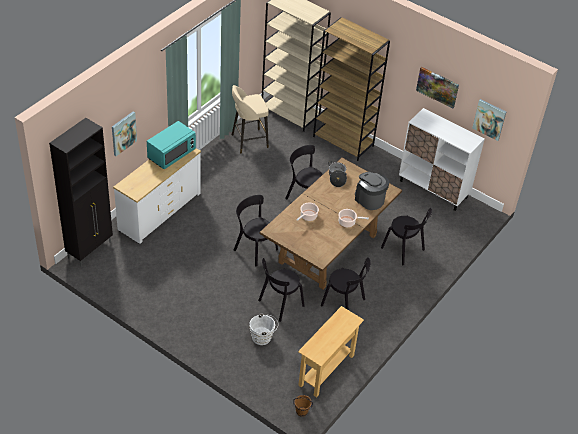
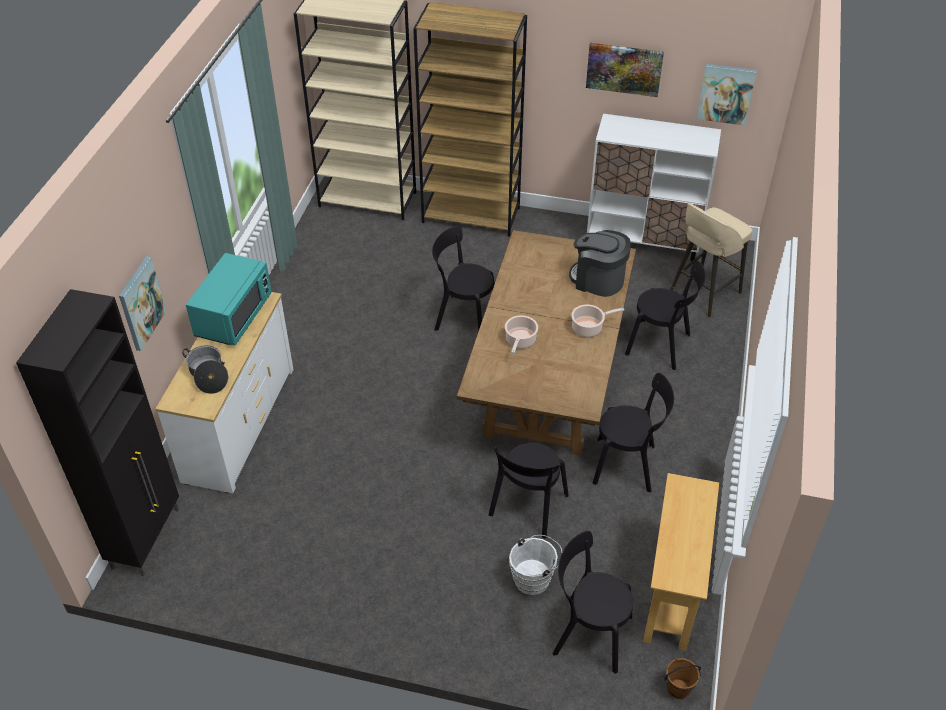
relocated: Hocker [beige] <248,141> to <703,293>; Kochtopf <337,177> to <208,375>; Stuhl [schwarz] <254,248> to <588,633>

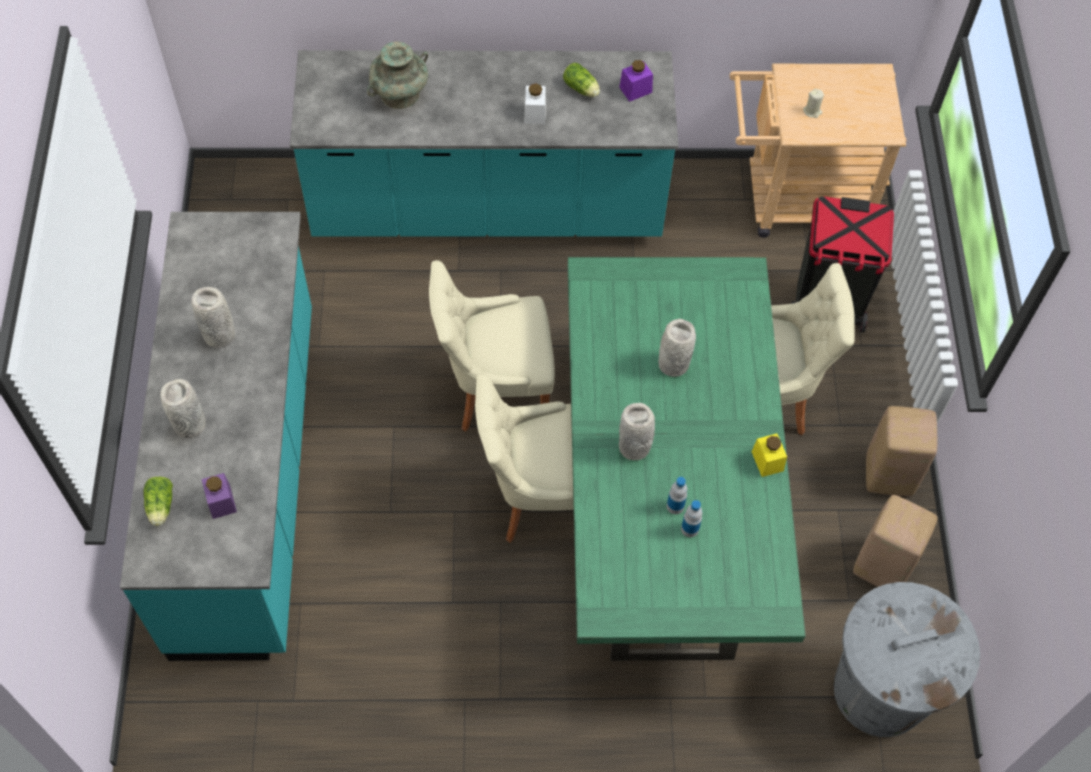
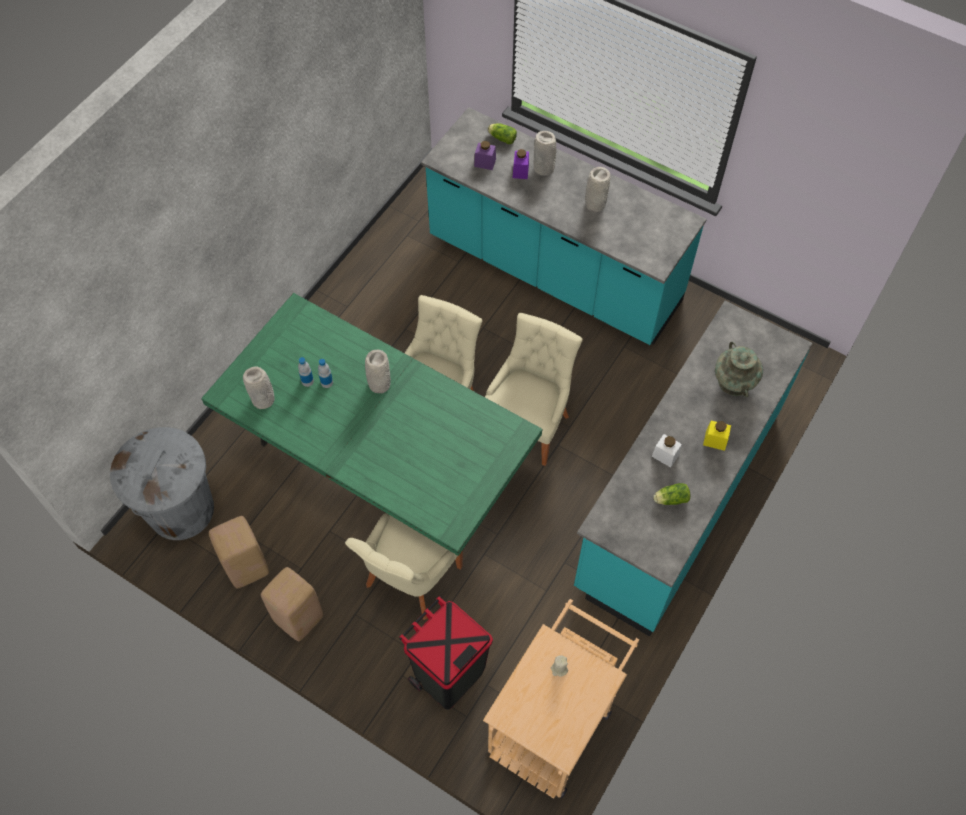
relocated: Vorratsglas [lila] <635,90> to <520,171>; Vase [grau] <672,364> to <264,400>; Vorratsglas [gelb] <767,461> to <715,440>

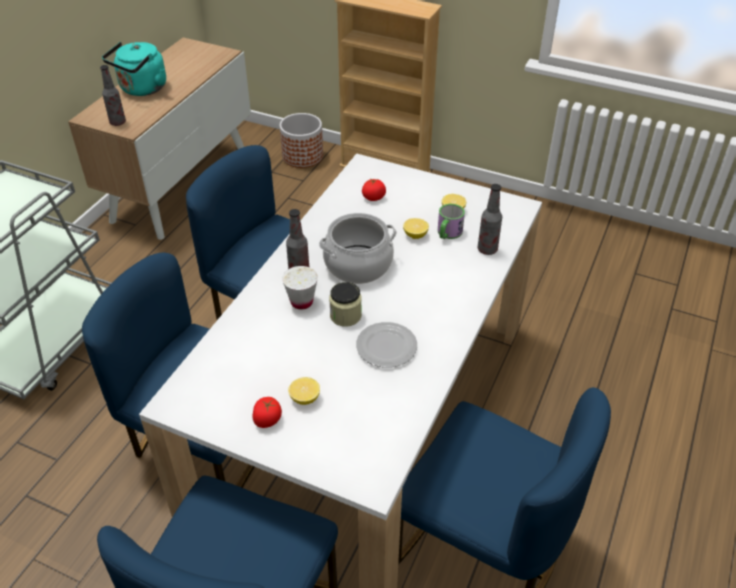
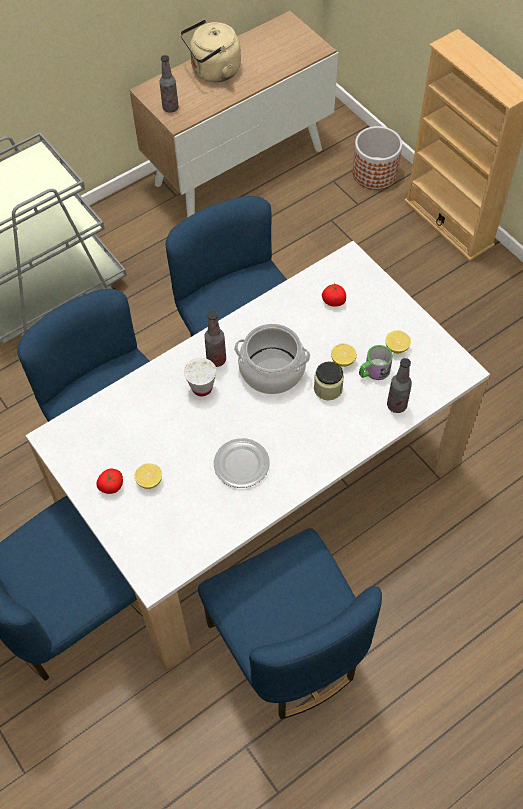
relocated: Vorratsglas <345,315> to <328,388>
colour: Wasserkessel [türkis] <142,89> to Wasserkessel [beige] <213,71>

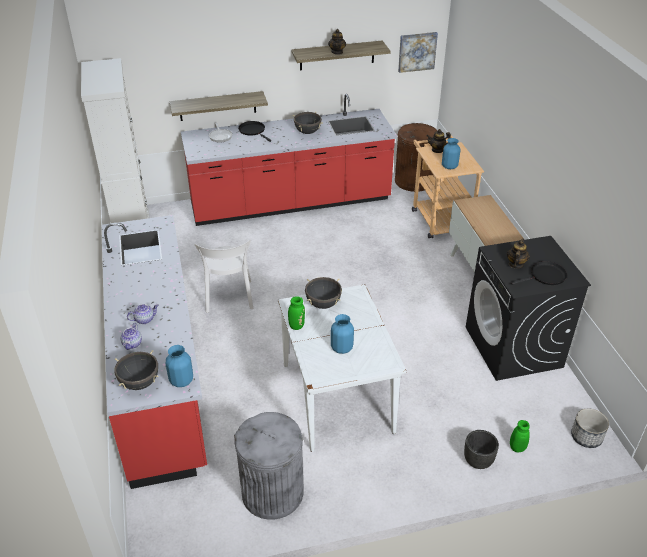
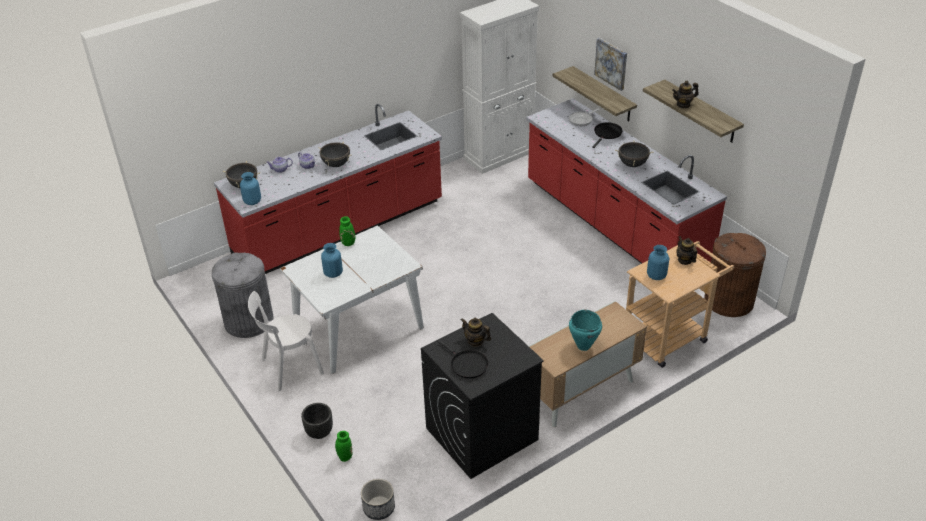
appeared: Kochtopf [türkis] <583,346>
relocated: Bild <417,51> to <611,63>; Stuhl [weiß] <229,298> to <289,367>; Kochtopf [schwarz] <323,304> to <336,164>
spun: Teekanne <516,264> = <475,341> 150 degrees counterclockwise

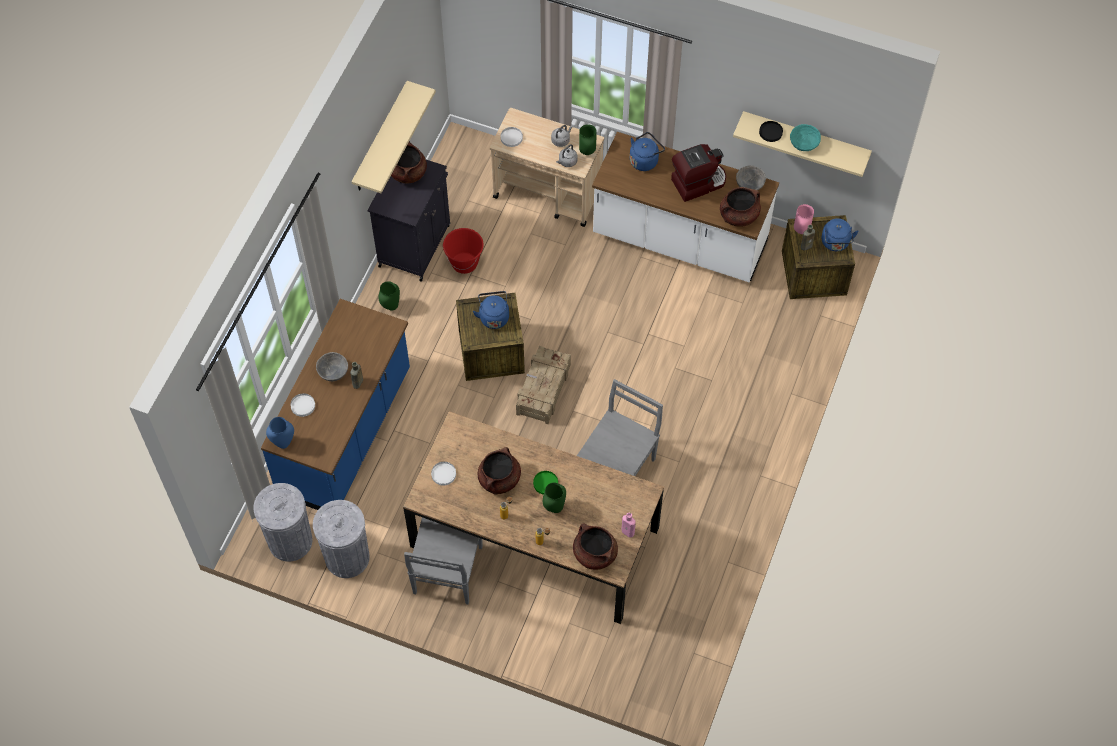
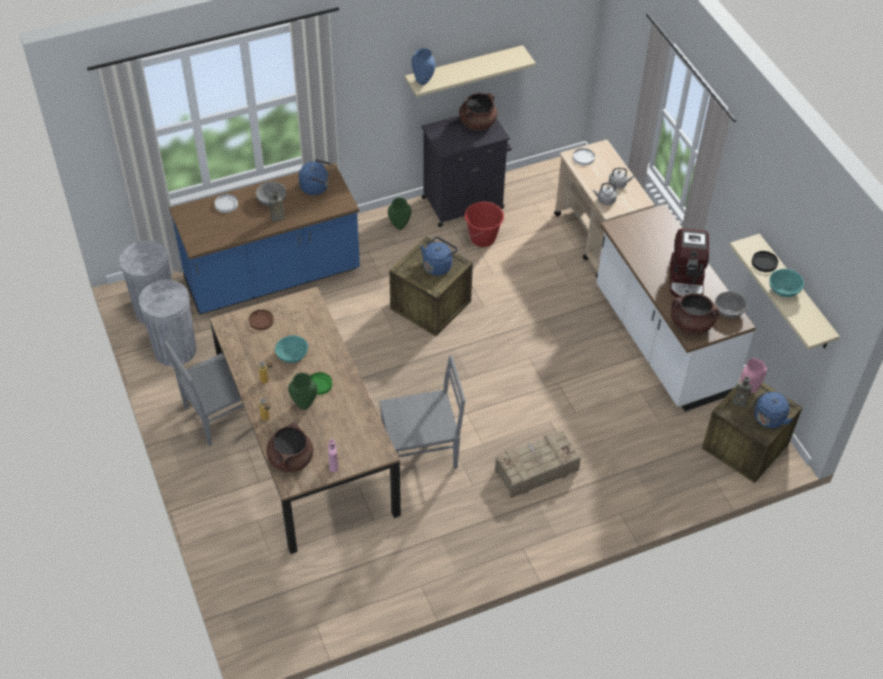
missing: Vase [grün] <586,152>
relocated: Wasserkessel [blau] <645,160> to <316,187>; Kiste <543,390> to <535,470>; Vase [blau] <283,442> to <423,81>
exchanged: Kochtopf [braun] <499,479> to Schüssel [türkis] <292,355>
colour: Teller [weiß] <443,474> to Teller [braun] <261,321>
spun: Kaffeemaschine <698,182> = <687,280> 75 degrees clockwise

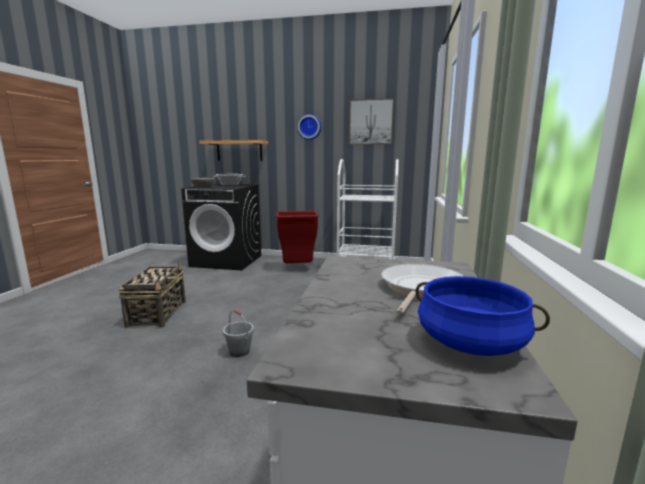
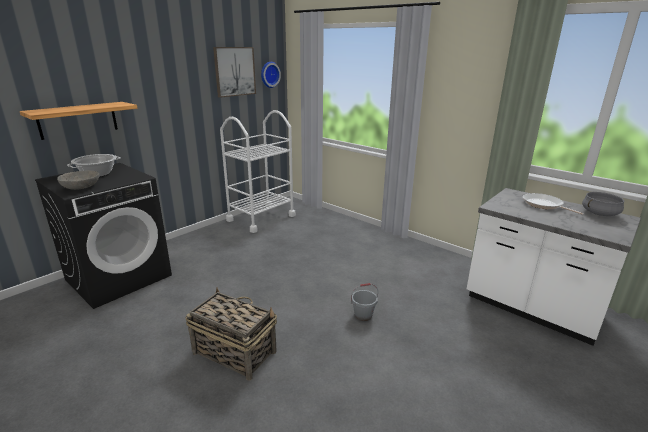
missing: Mülleimer [rot] <297,269>
relocated: Wanduhr <309,127> to <269,74>
colour: Kochtopf [blau] <471,342> to Kochtopf [grau] <599,213>

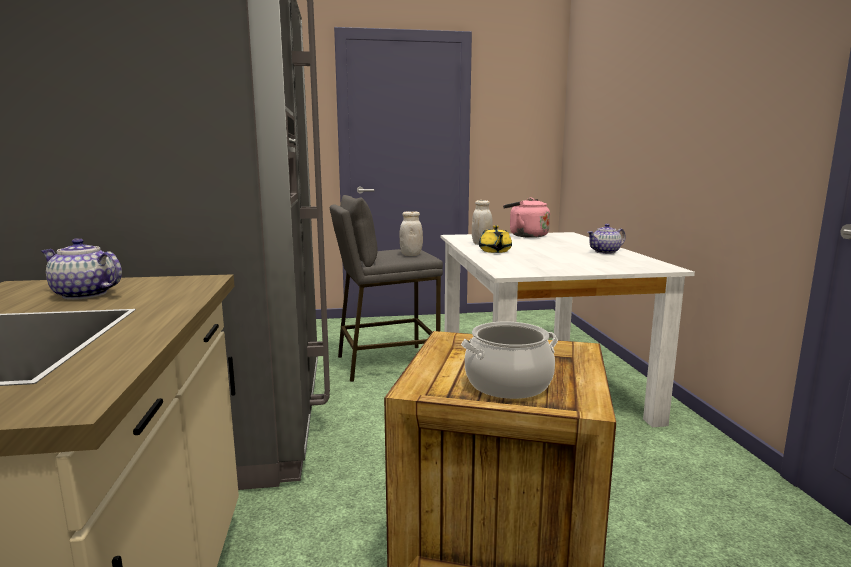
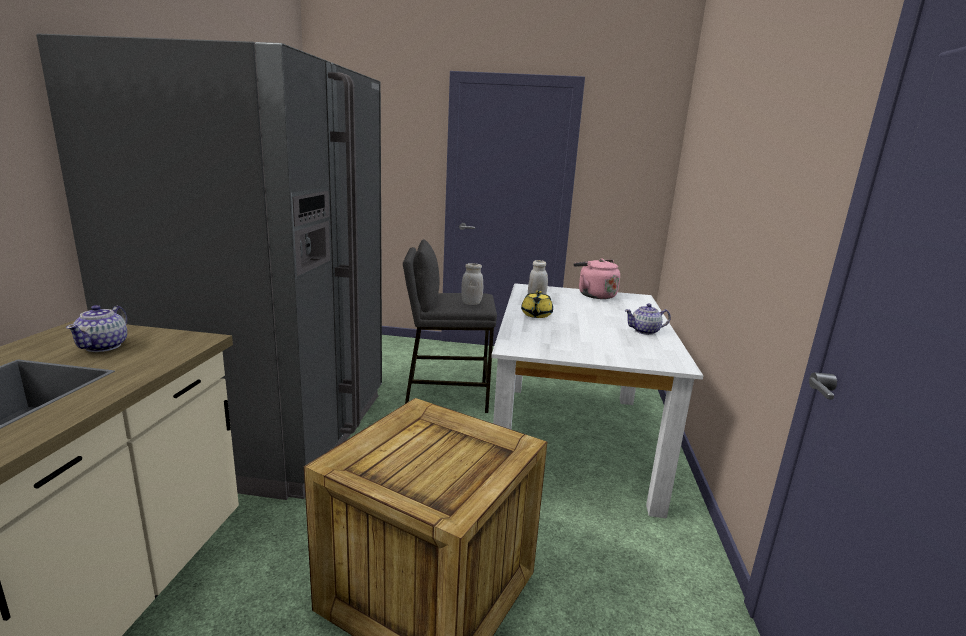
missing: Kochtopf <508,384>
spun: Teekanne <84,295> = <104,346> 120 degrees counterclockwise

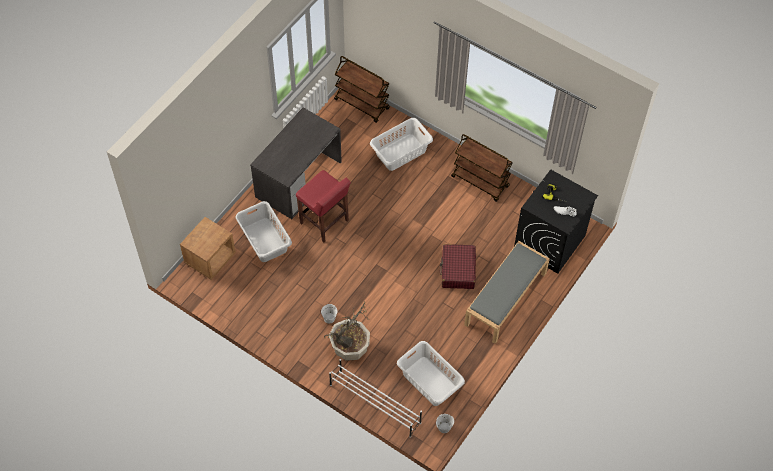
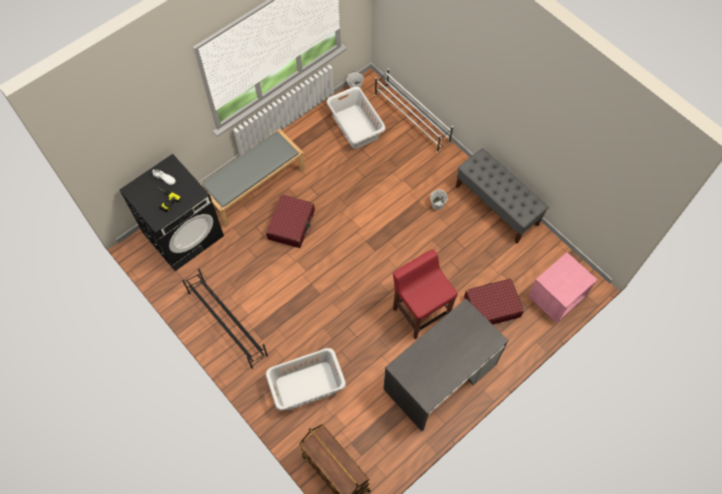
missing: Topfpflanze <350,348>
appeared: Bank [grau] <497,206>
exchanged: Rollwagen [braun] <480,181> to Schuhregal [schwarz] <227,323>; Wäschekorb [grau] <265,239> to Koffer [rot] <491,306>
colour: Nachttisch [braun] <210,258> to Nachttisch [rosa] <556,297>

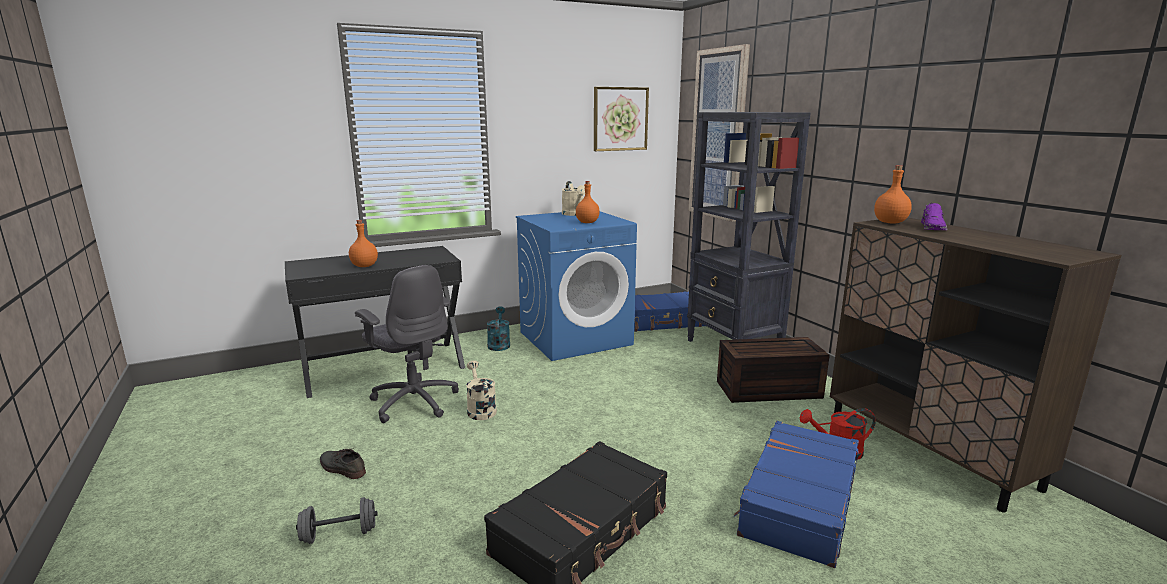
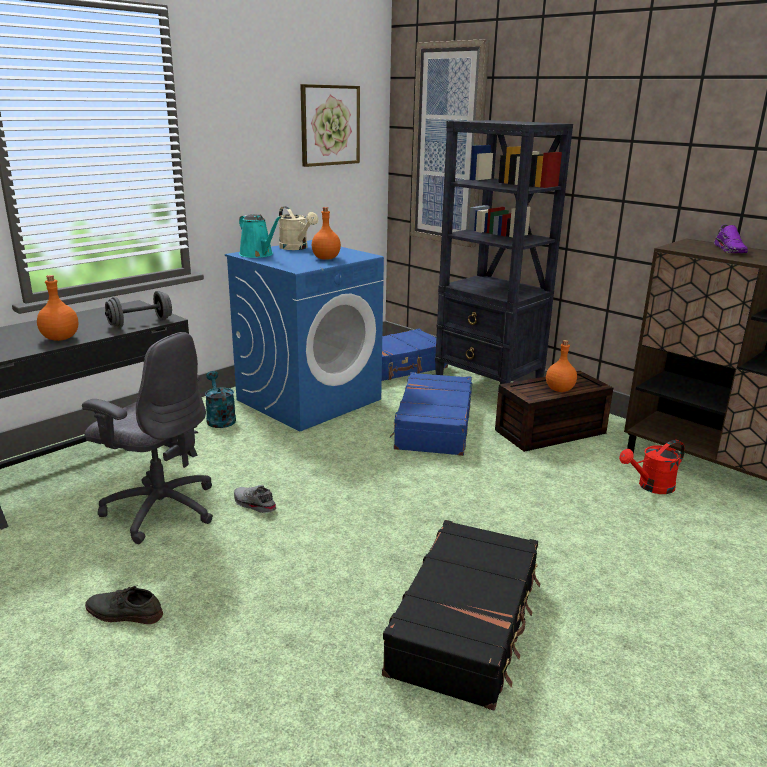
appeared: Gießkanne [türkis] <258,254>
relocated: Flasche [orange] <889,222> to <559,389>; Koffer [blau] <797,503> to <433,425>; Hantel [grau] <339,534> to <140,323>
exchanged: Gießkanne [beige] <480,409> to Schuh [grau] <253,505>

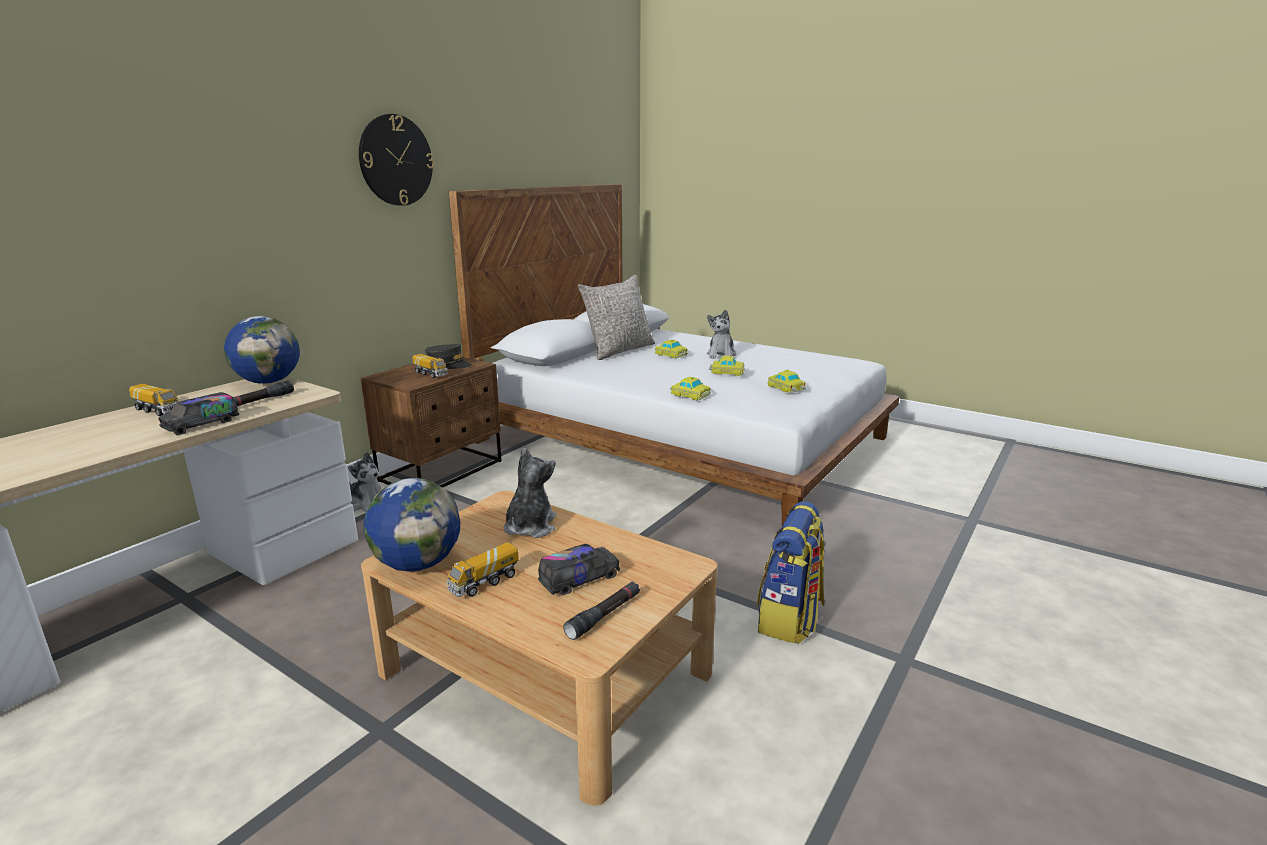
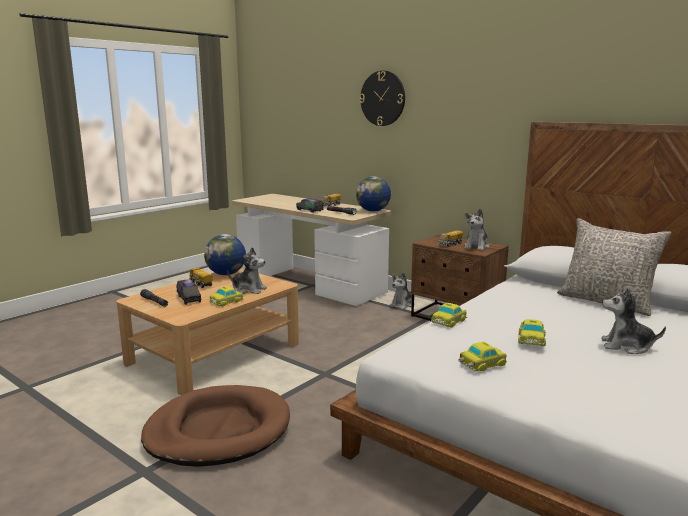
relocated: Wanduhr <396,160> to <382,98>; Spielzeugauto <670,354> to <227,301>
exchanged: Kappe [grau] <448,364> to Plüschtier <476,247>; Rucksack <790,619> to Hundebett [braun] <218,430>

